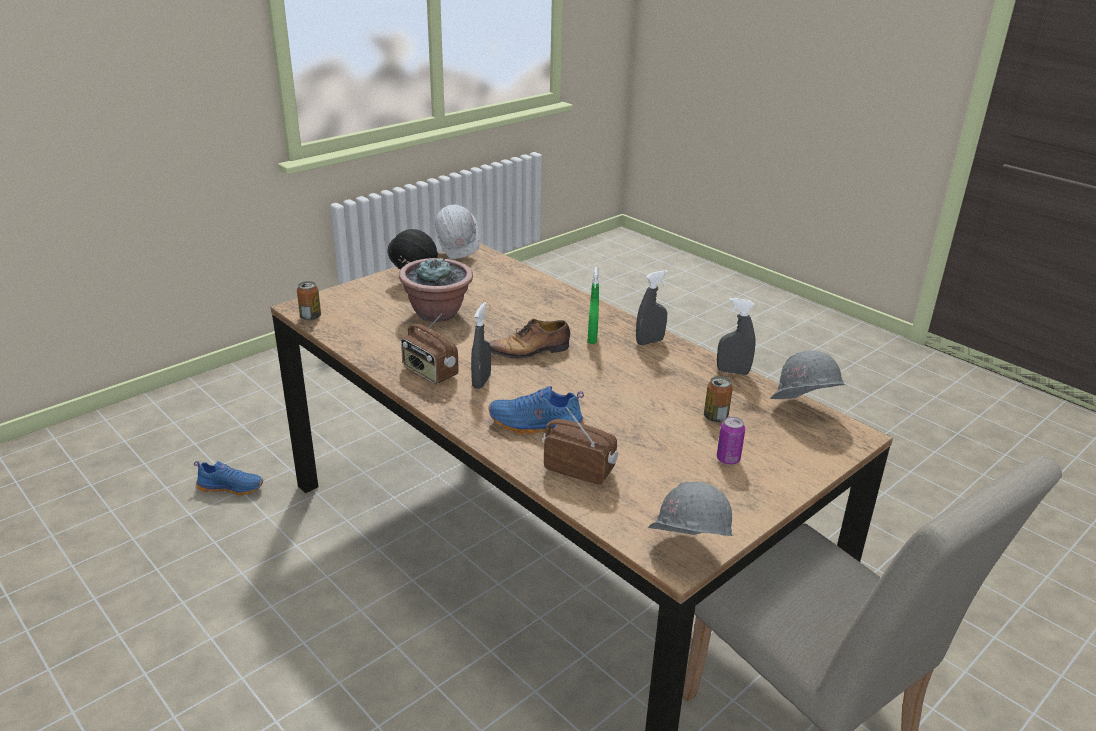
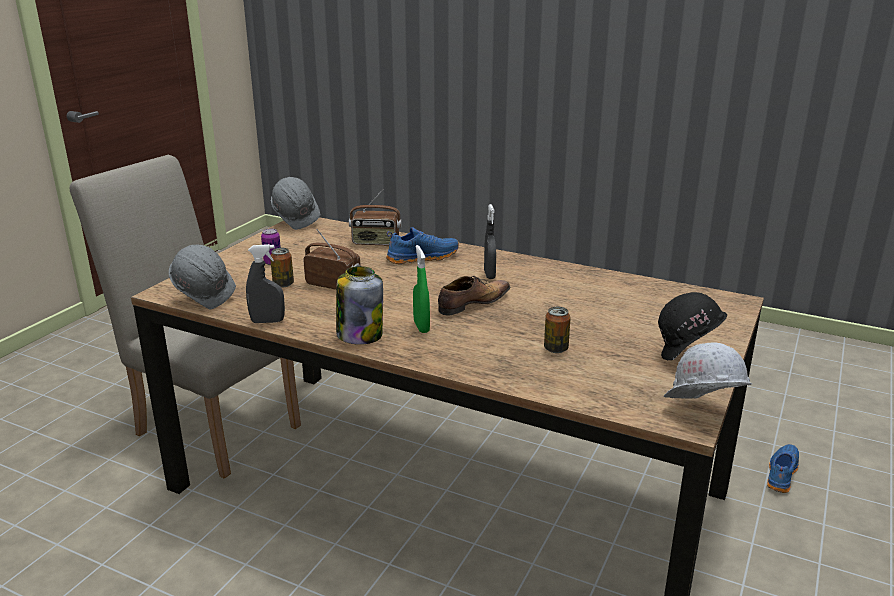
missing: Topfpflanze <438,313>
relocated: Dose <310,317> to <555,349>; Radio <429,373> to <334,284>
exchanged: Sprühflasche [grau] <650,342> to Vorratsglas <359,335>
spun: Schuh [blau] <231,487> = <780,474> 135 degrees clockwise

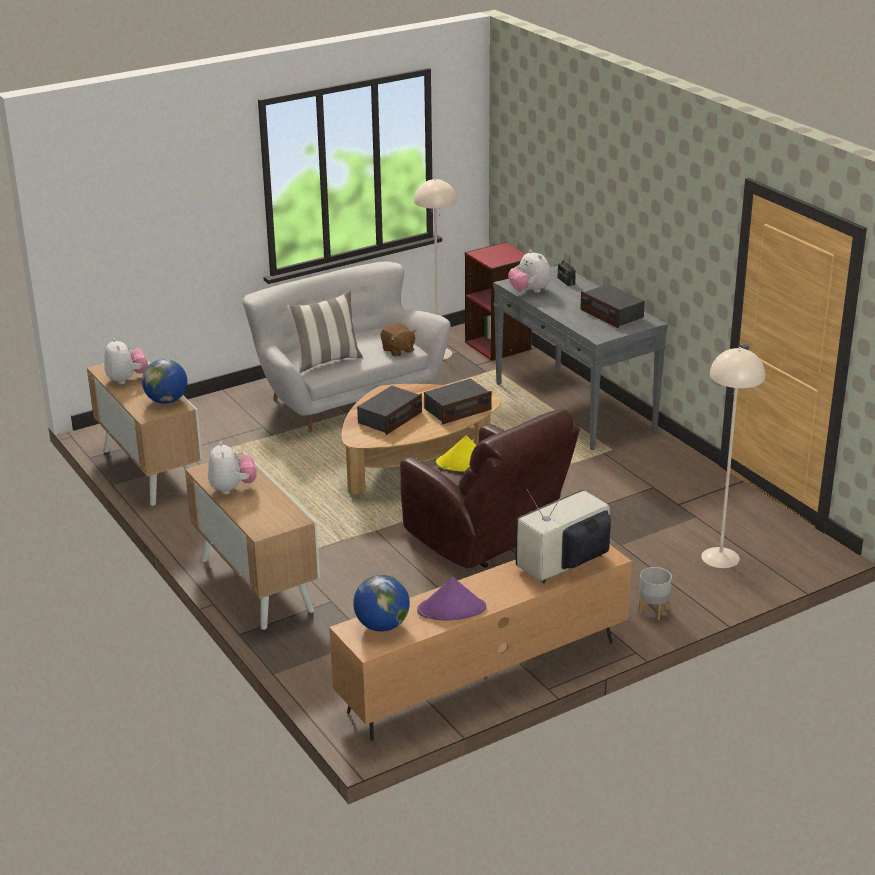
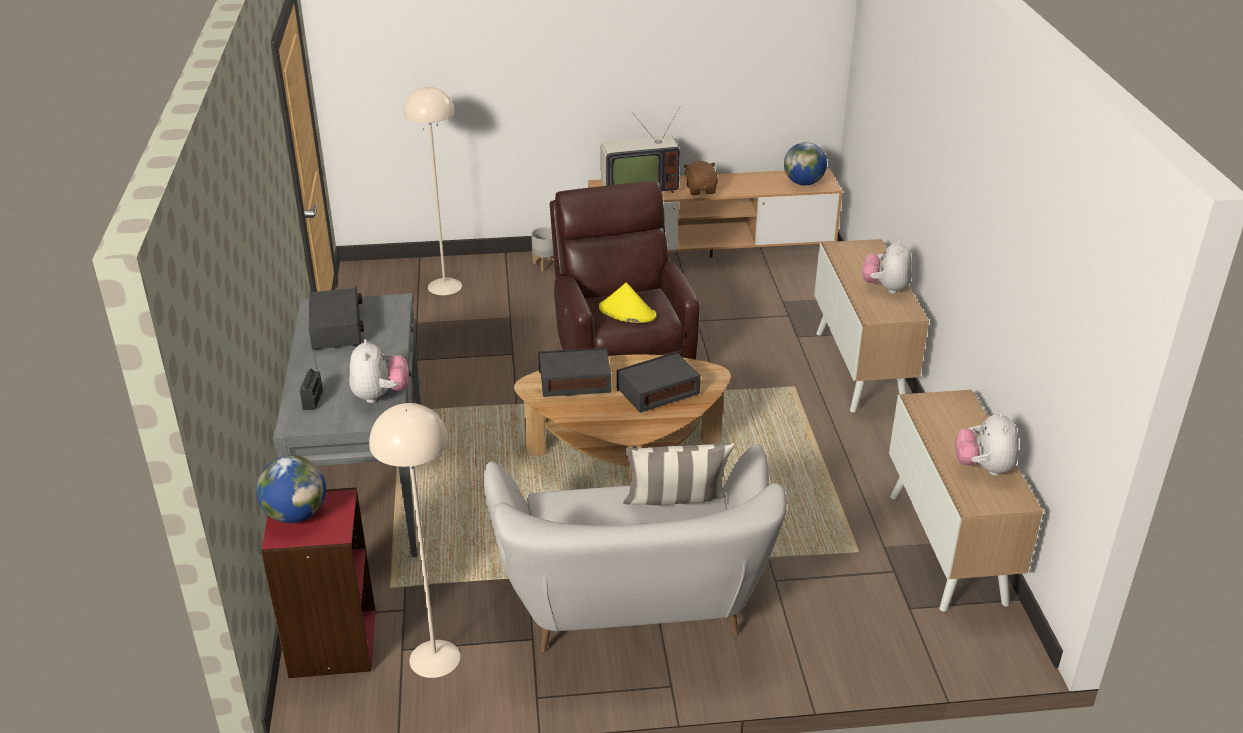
missing: Hut [lila] <452,609>
relocated: Plüschtier [braun] <398,350> to <701,190>; Globus <167,401> to <296,514>

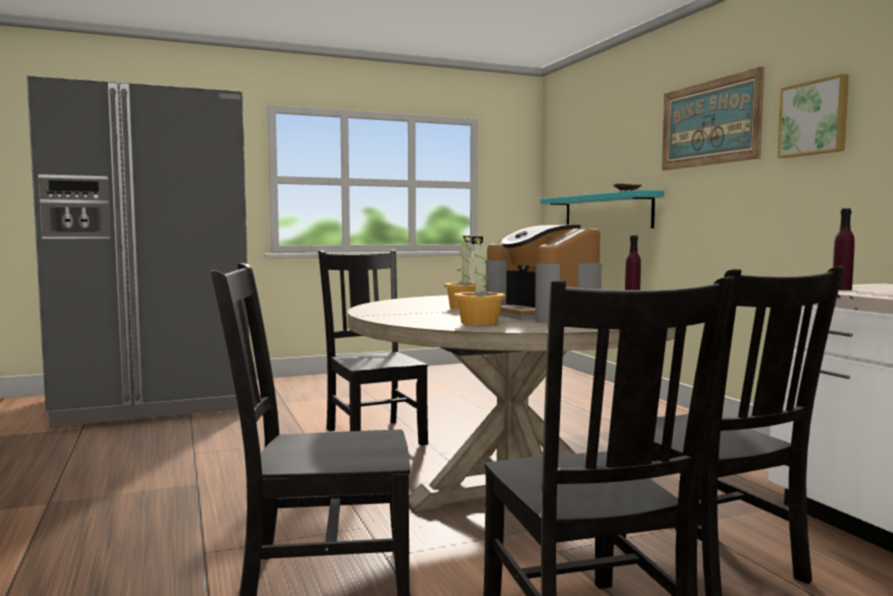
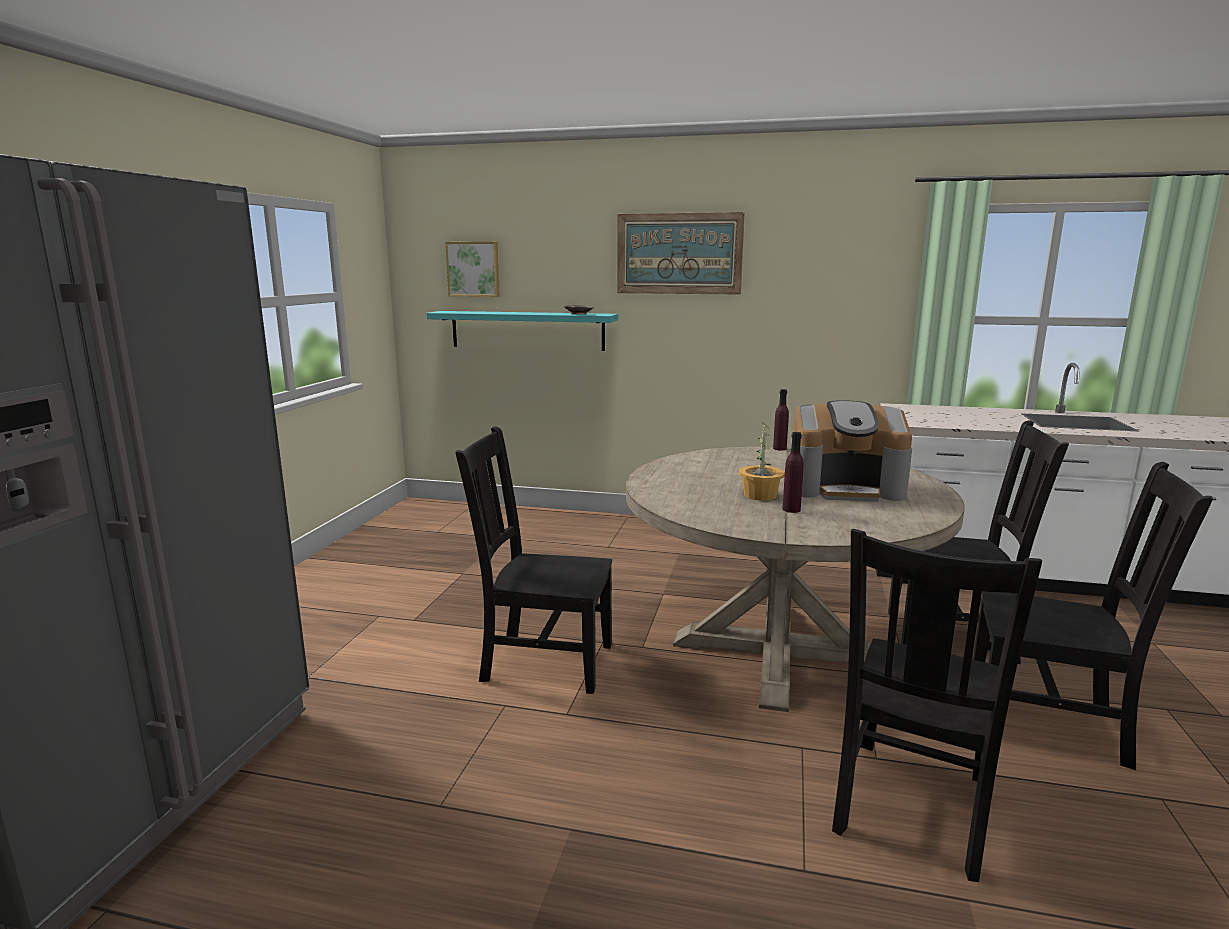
missing: Topfpflanze <479,322>
relocated: Bild <814,118> to <473,269>; Flasche [lila] <841,289> to <791,509>

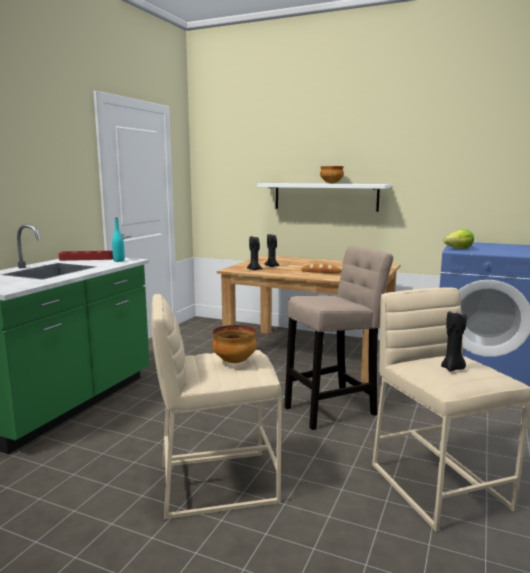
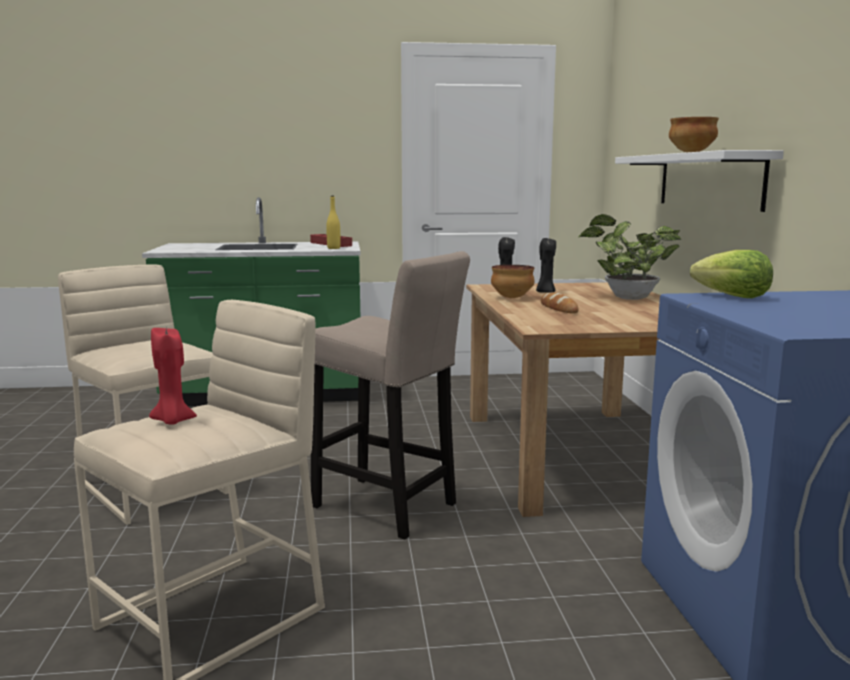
appeared: Topfpflanze <626,298>
relocated: Schüssel <235,362> to <511,298>
colour: Flasche [türkis] <119,261> to Flasche [gelb] <333,248>; Kerze [schwarz] <453,368> to Kerze [rot] <172,421>

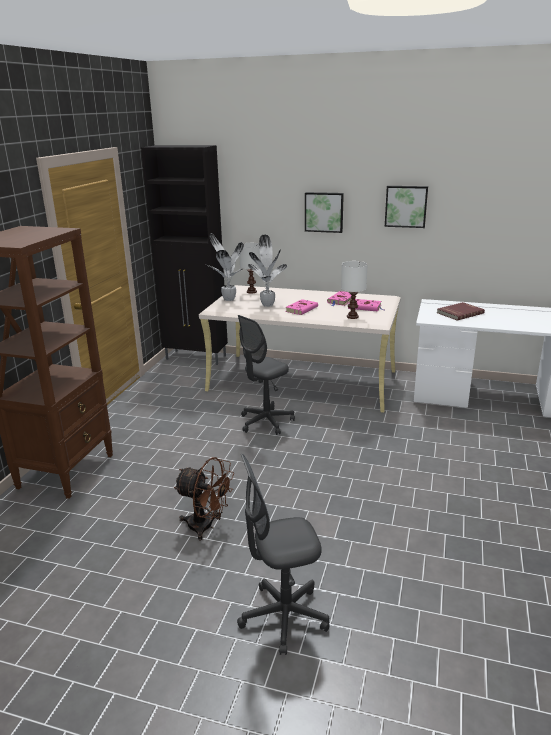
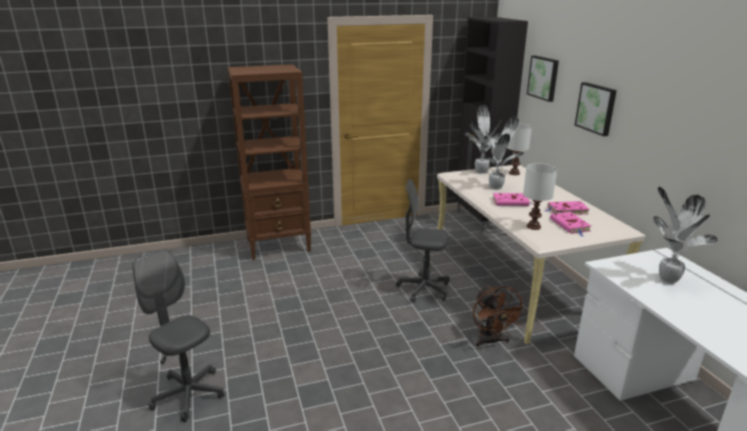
relocated: Bild <406,206> to <544,78>; Ventilator [braun] <206,526> to <491,341>
exchanged: Buch [rot] <459,313> to Topfpflanze <666,279>

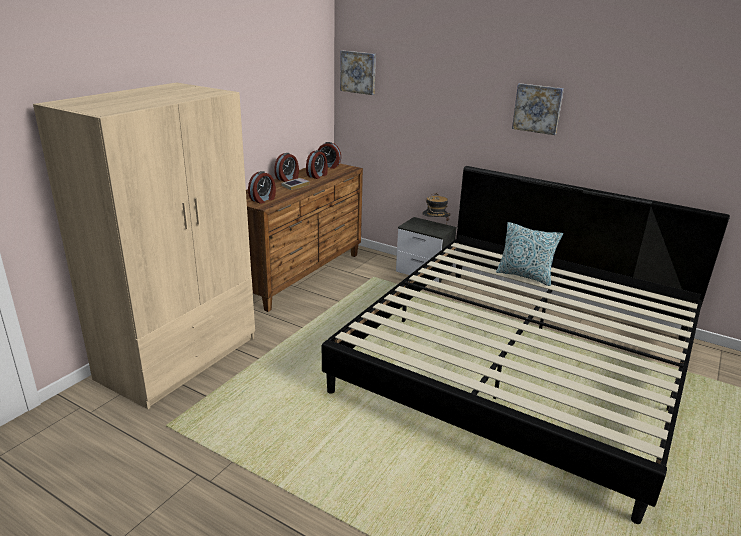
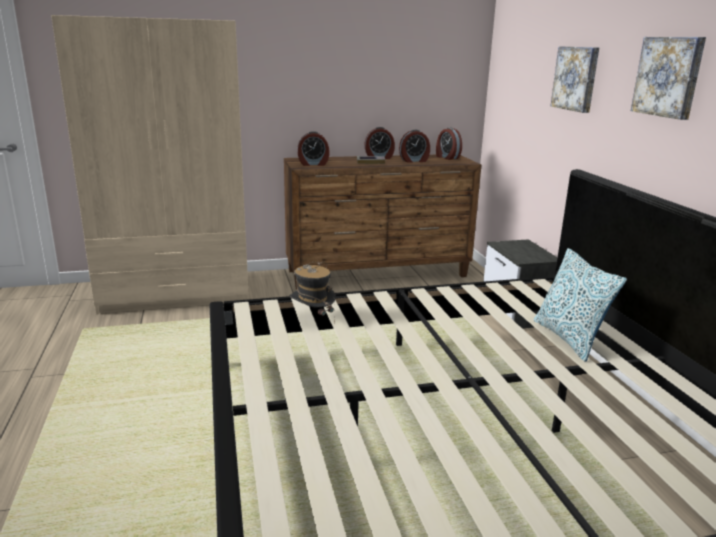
relocated: Bild <358,72> to <576,78>; Hut <435,226> to <312,319>

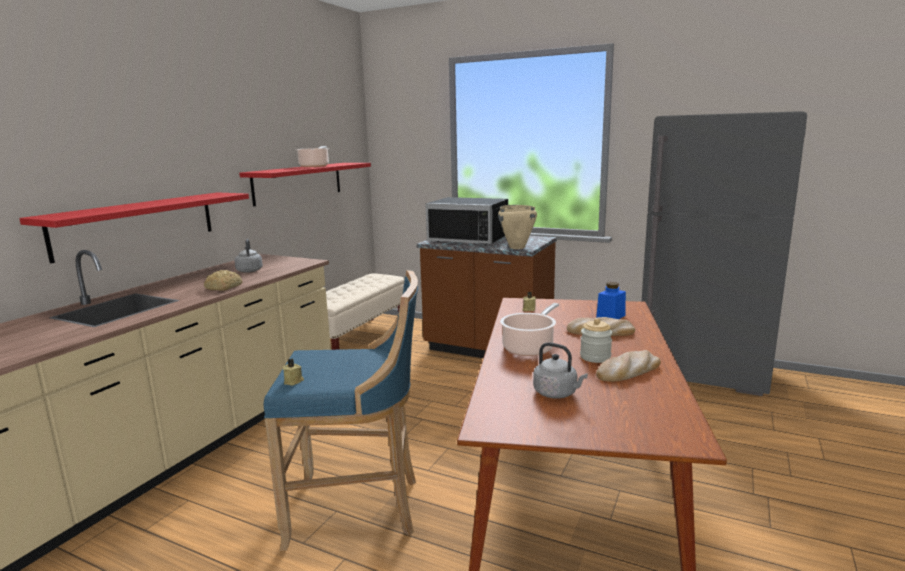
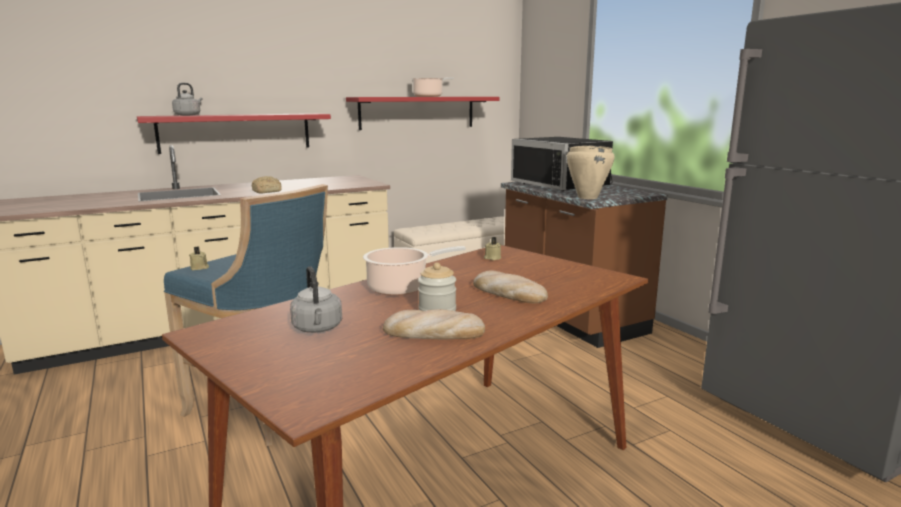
missing: Vorratsglas [blau] <610,316>
relocated: Wasserkessel [grau] <249,270> to <188,115>

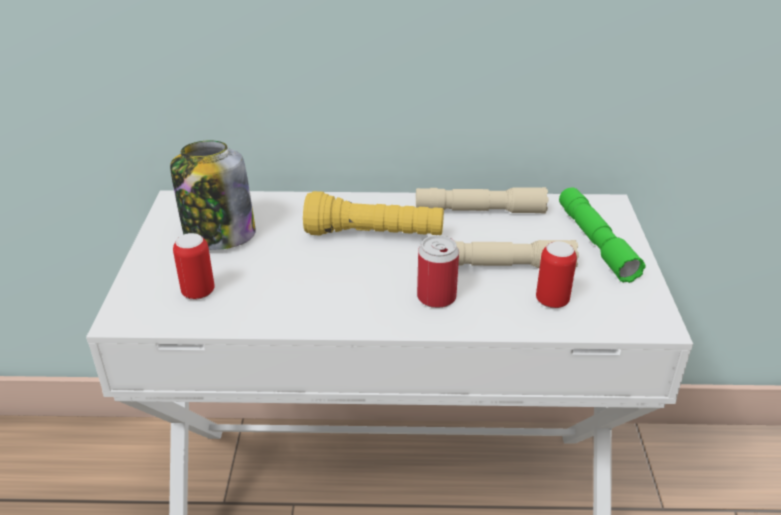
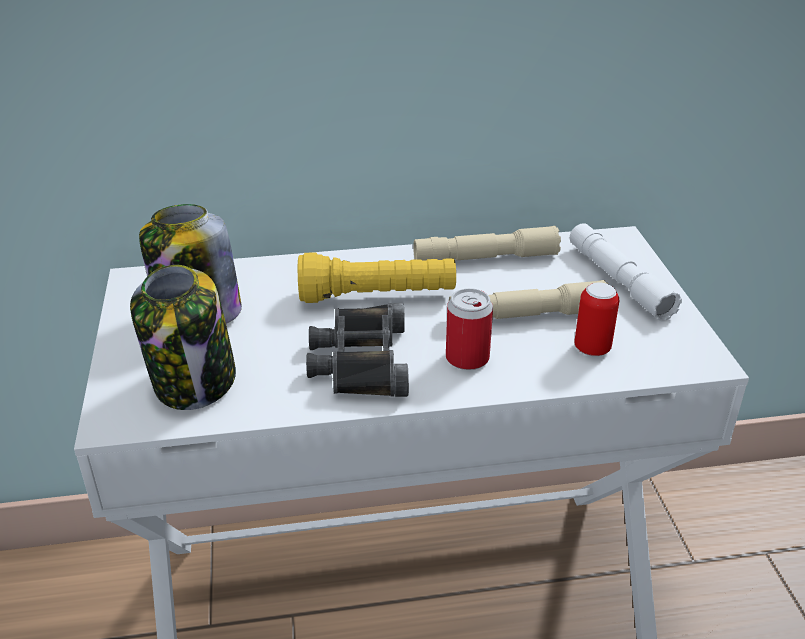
appeared: Fernglas [schwarz] <359,361>
exchanged: Dose <198,292> to Vorratsglas <194,382>
colour: Taschenlampe [grün] <596,242> to Taschenlampe [weiß] <619,281>

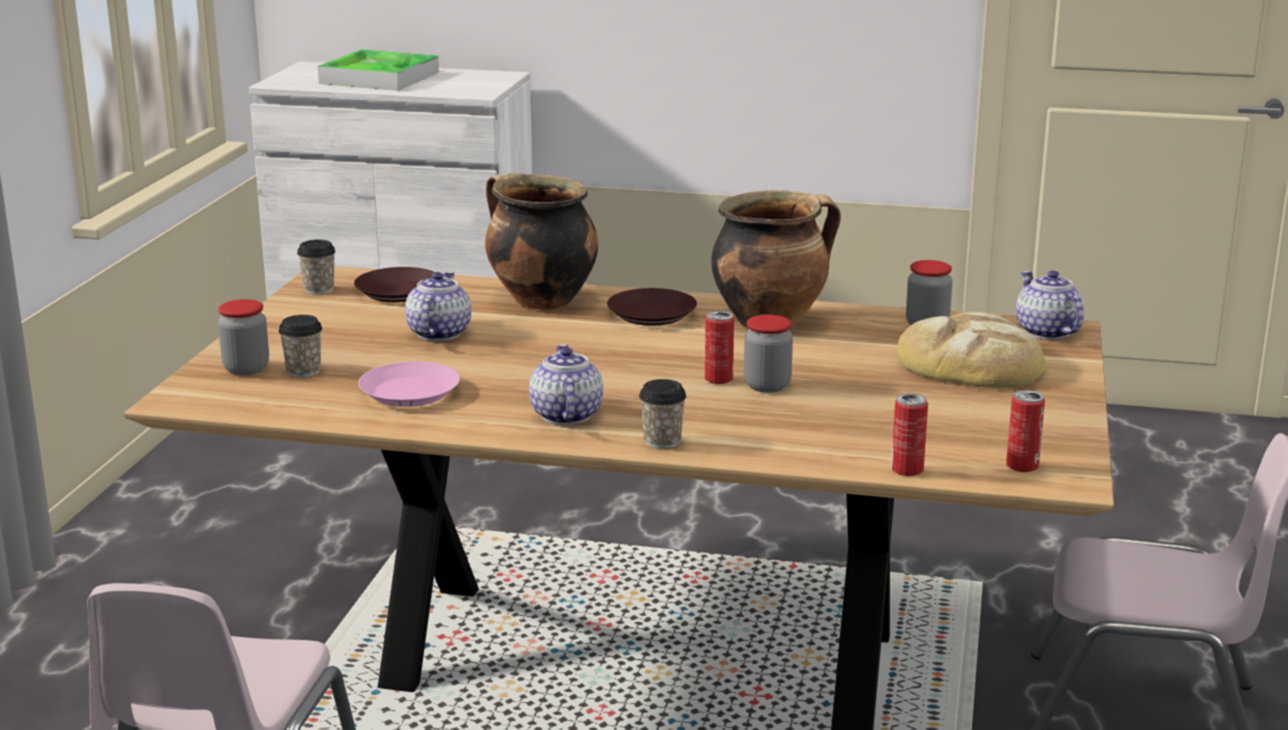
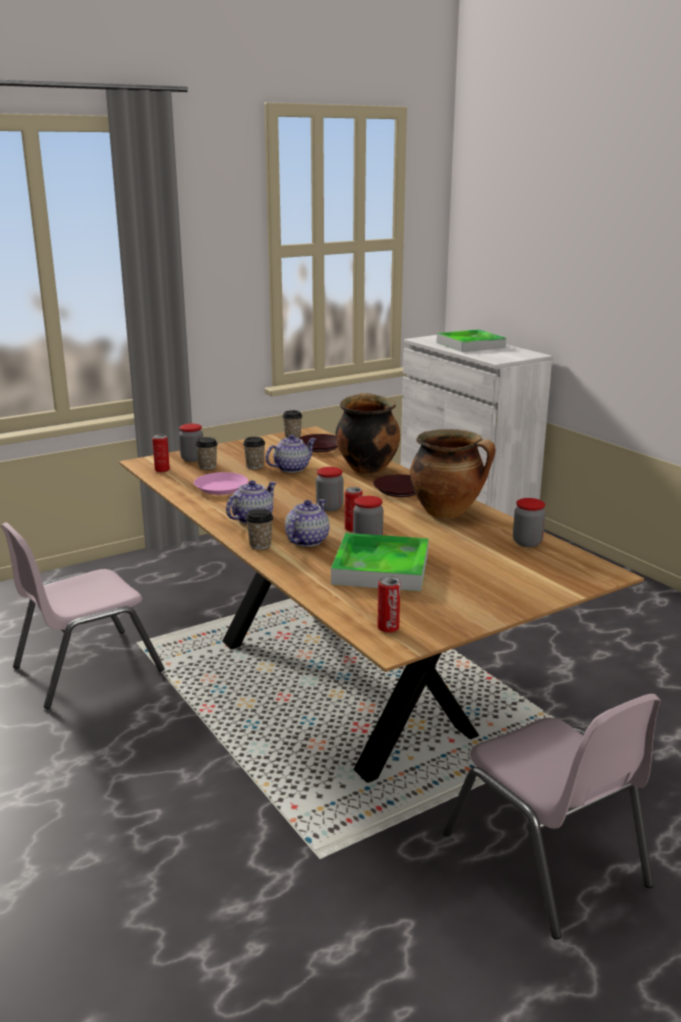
missing: Brot <970,362>
appeared: Tasse <255,466>; Vorratsglas <329,507>; Tablett <381,568>
relocated: Teekanne <1046,332> to <307,540>; Dose <907,470> to <162,470>

